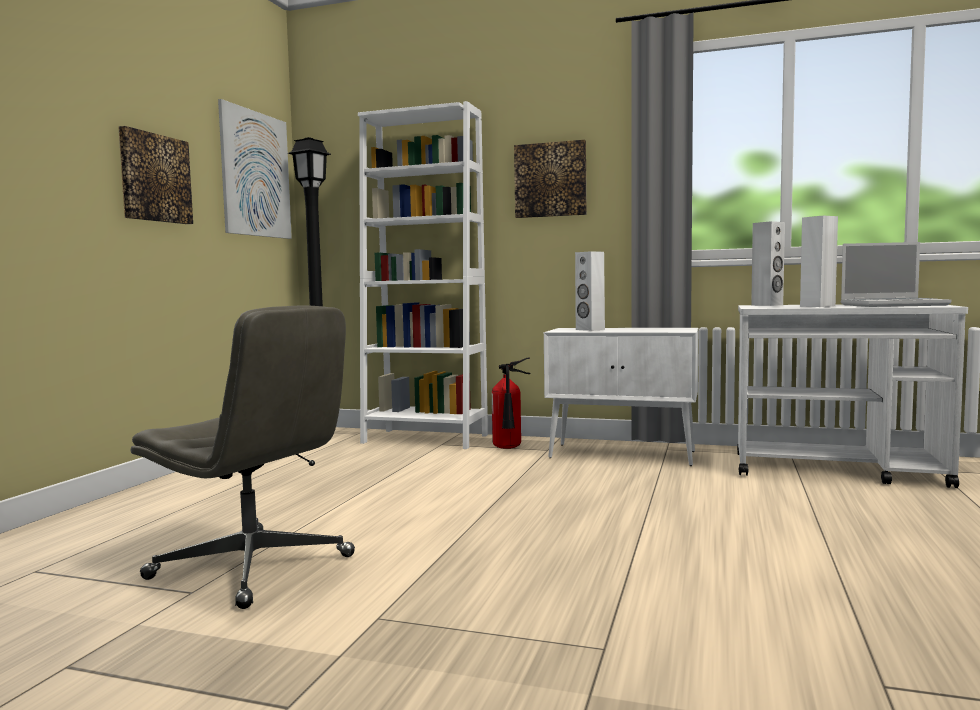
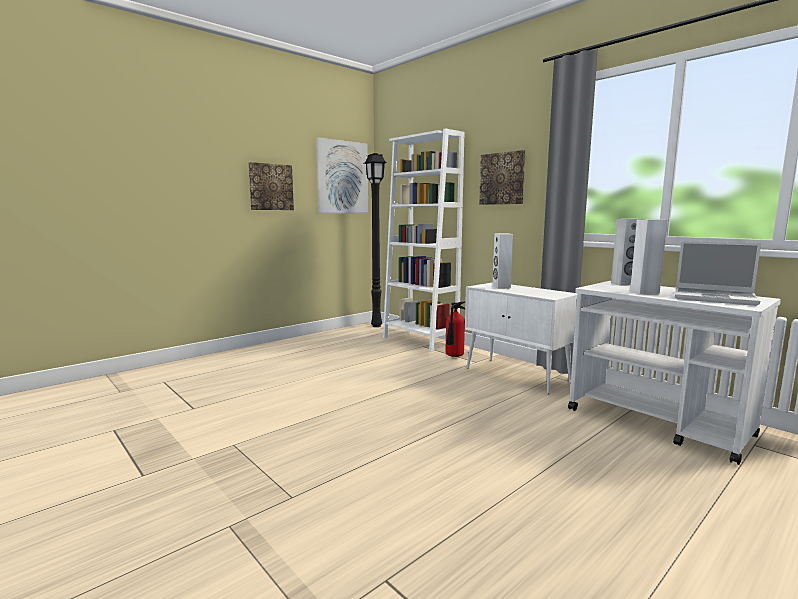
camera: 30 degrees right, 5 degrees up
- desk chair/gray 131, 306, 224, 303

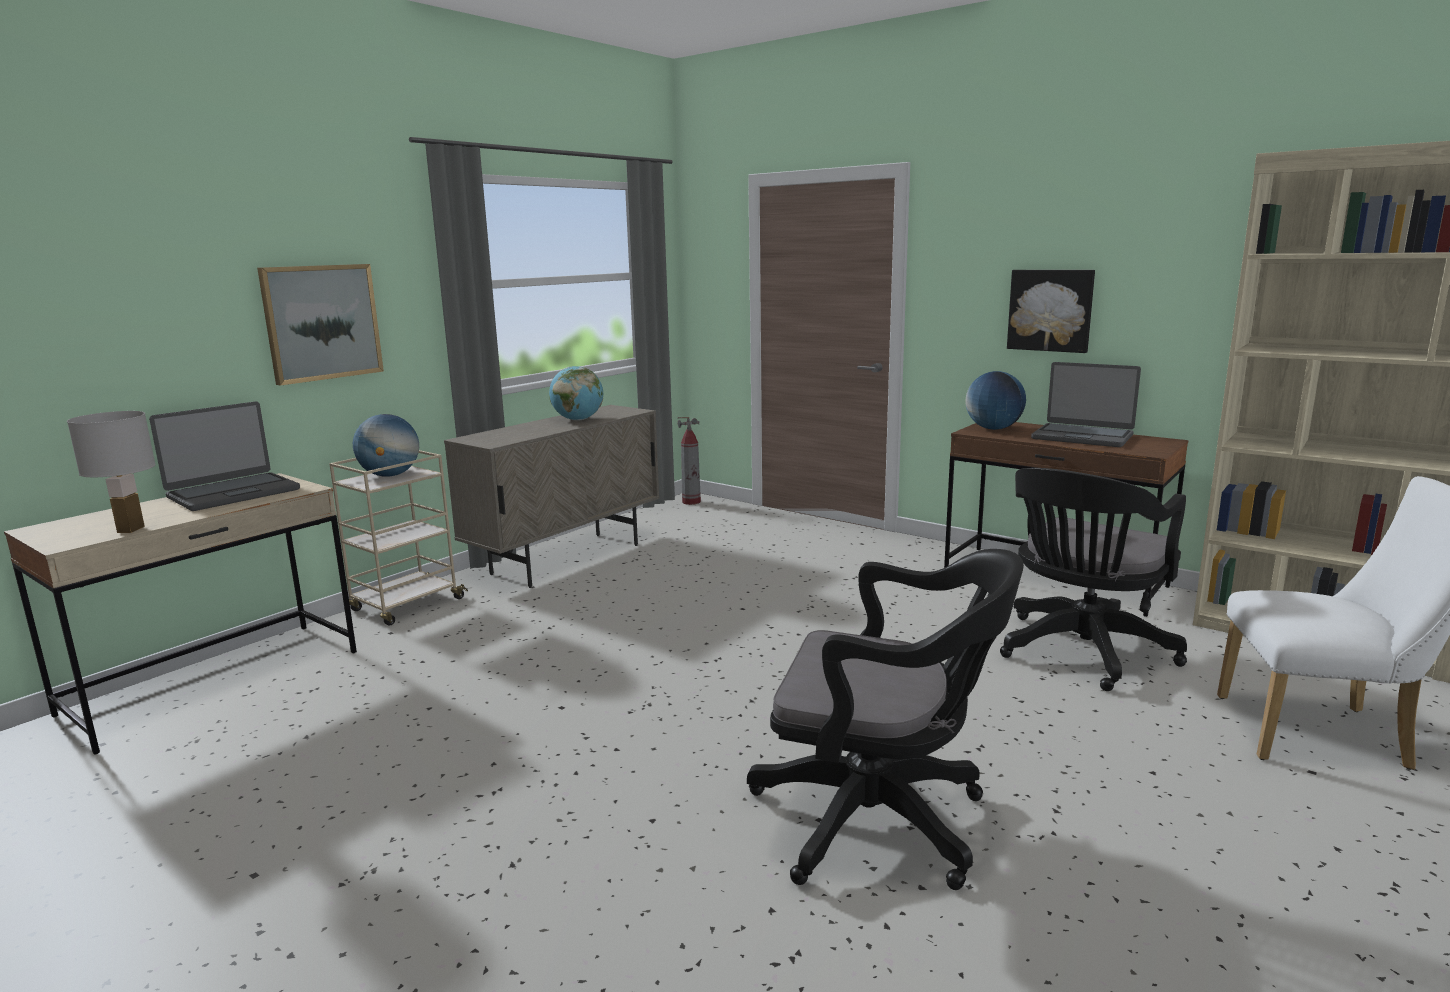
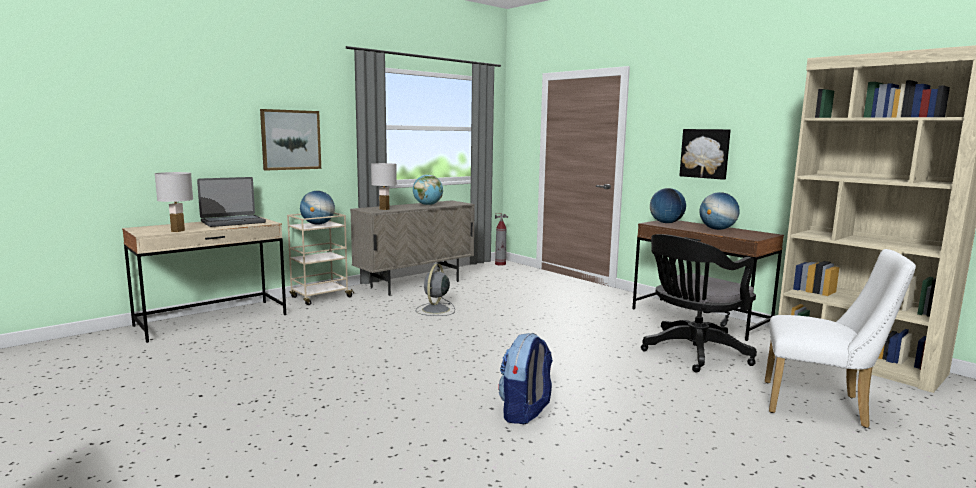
camera: 10 degrees right, 5 degrees down
+ table lamp/whitish 371, 163, 26, 47
+ electric fan/gray 416, 264, 39, 52
~ desk chair/black-coloured 747, 549, 277, 341 to rucksack 498, 333, 55, 91
~ notebook computer 1031, 362, 110, 85 to desk globe 700, 192, 40, 38

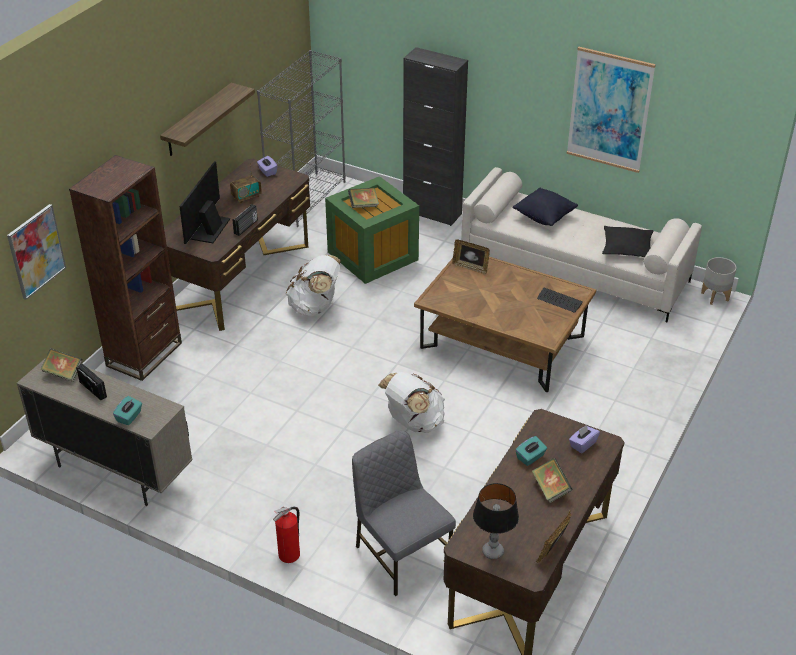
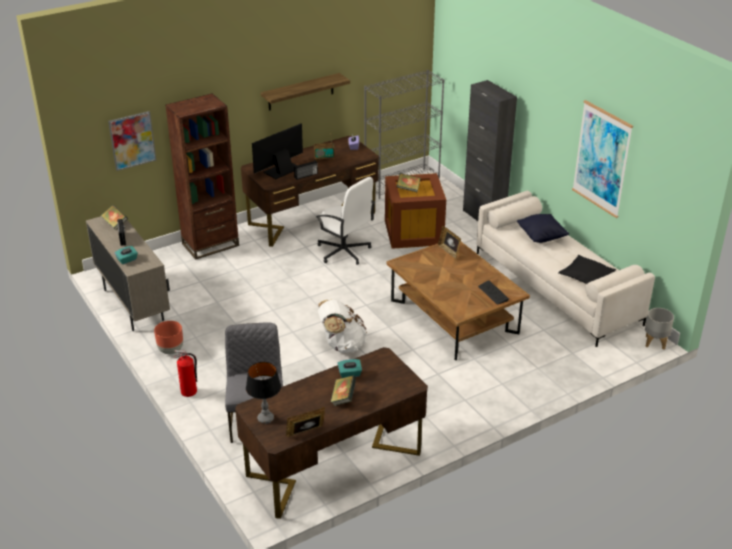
camera: 30 degrees right, 5 degrees down
+ planter/brown 154, 321, 29, 33
~ rucksack/whitish 286, 255, 55, 61 to desk chair/whitish 316, 177, 59, 88
~ storage container/greenish 325, 176, 94, 108 to storage container/brown 385, 173, 61, 76
- tissue holder/purple 569, 425, 31, 28

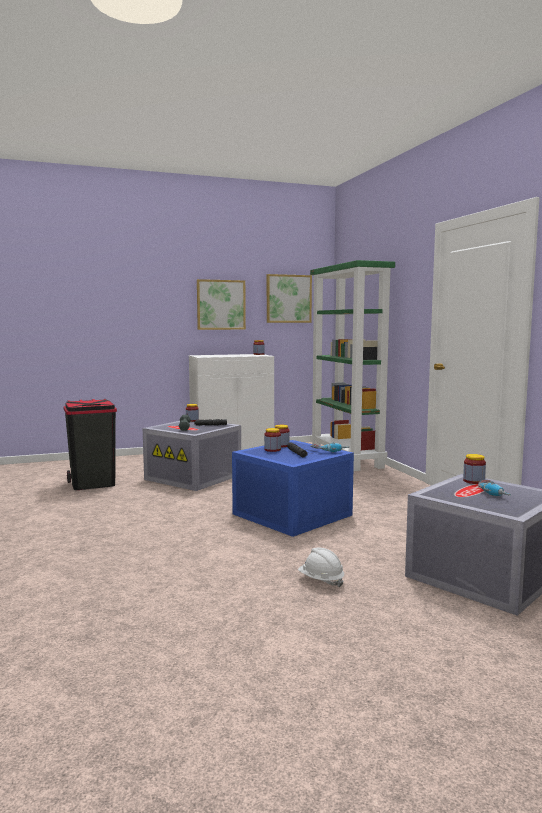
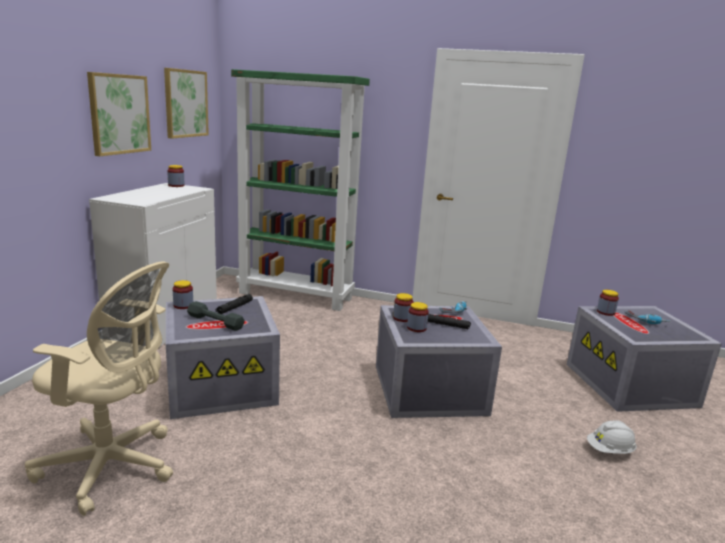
camera: 55 degrees left, 10 degrees up
~ rubbish bin/black-coloured 64, 399, 53, 91 to desk chair/beige-coloured 25, 261, 148, 255
~ storage container/bluish 232, 440, 122, 97 to storage container/gray 376, 305, 126, 113

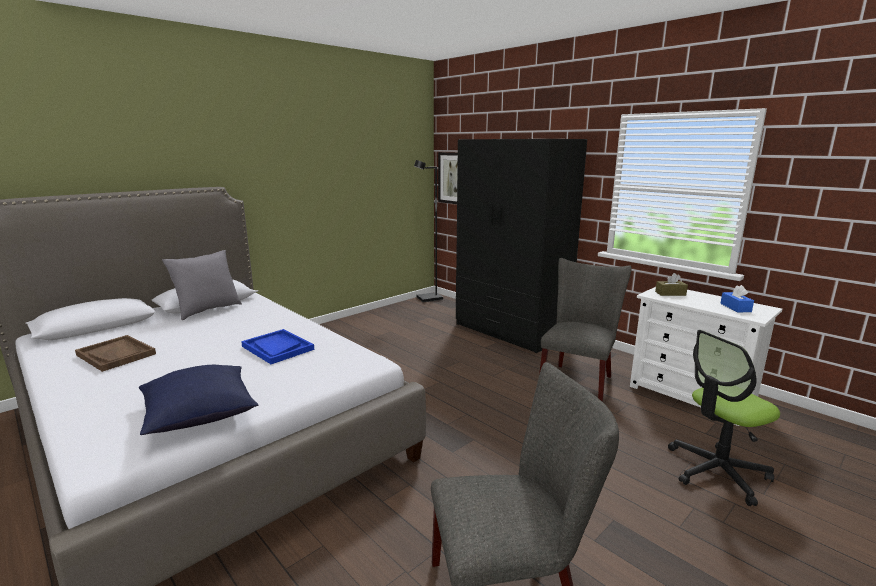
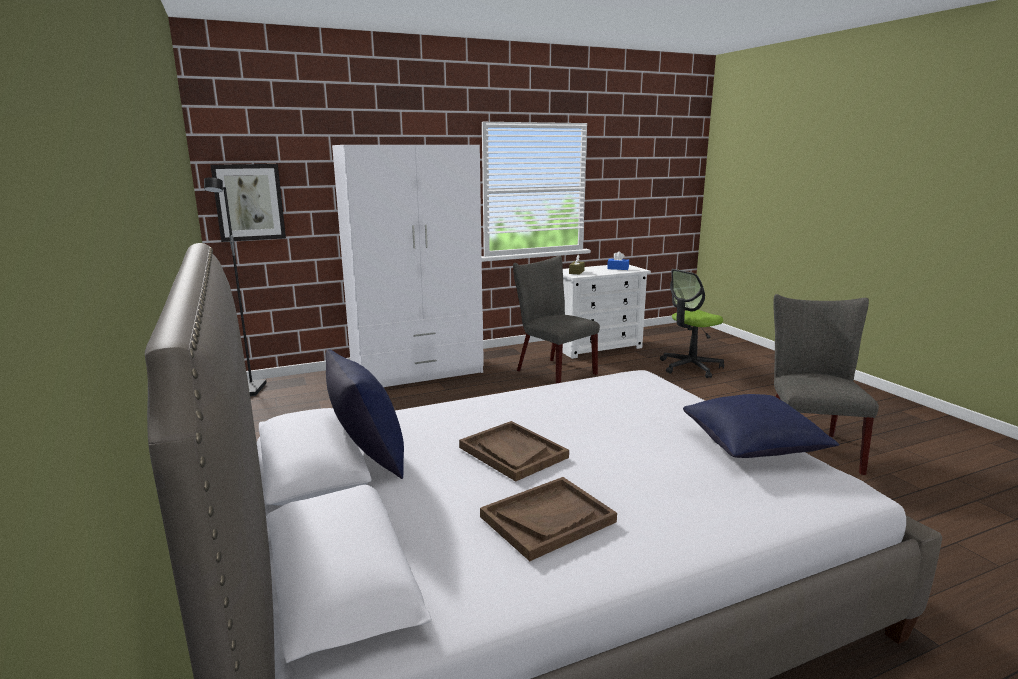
camera: 70 degrees left, 0 degrees up
~ cushion/gray 162, 250, 80, 70 to cushion/bluish 326, 349, 78, 130
~ armoire/black-coloured 456, 139, 131, 214 to armoire/whitish 332, 145, 152, 242
+ carrying tray/brown 459, 421, 110, 61
~ desk chair 668, 330, 112, 176 = 660, 269, 64, 109 60 degrees clockwise
- carrying tray/bluish 241, 329, 73, 35

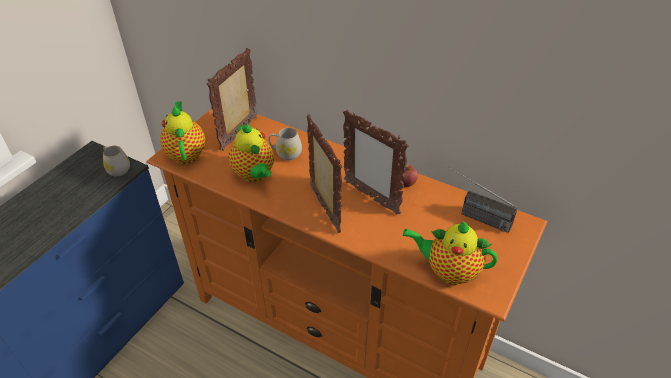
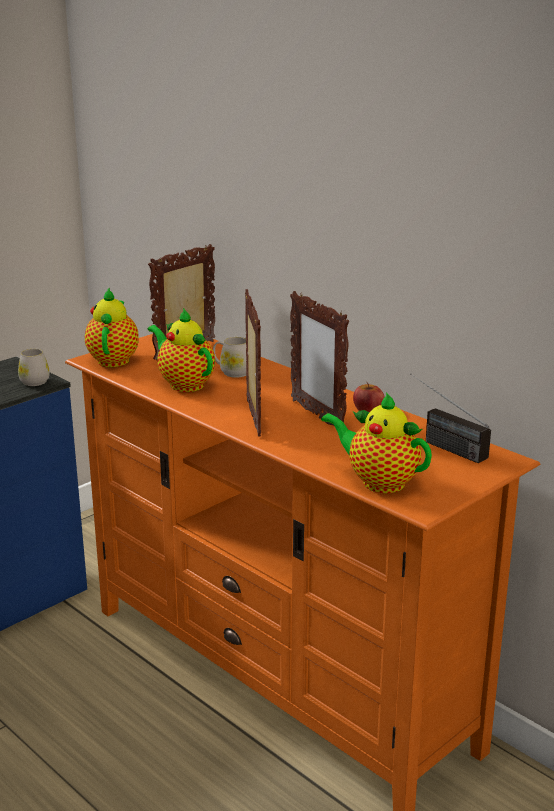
camera: 15 degrees right, 20 degrees down
~ tea pot 228, 124, 46, 58 = 148, 308, 67, 84 150 degrees clockwise

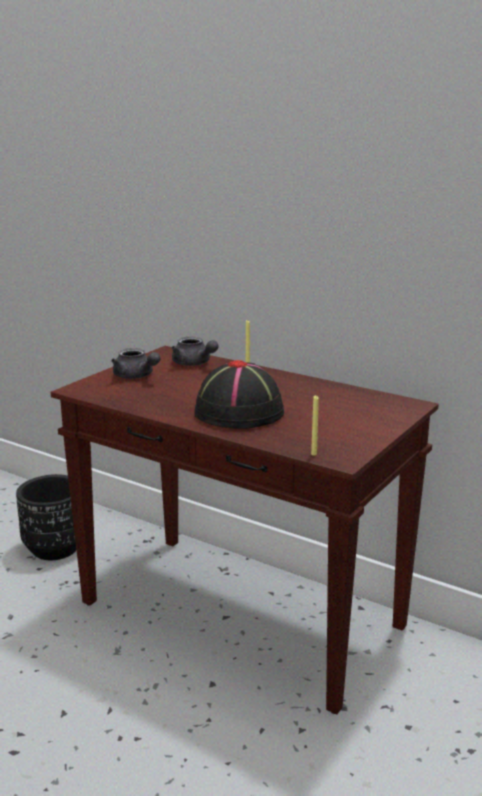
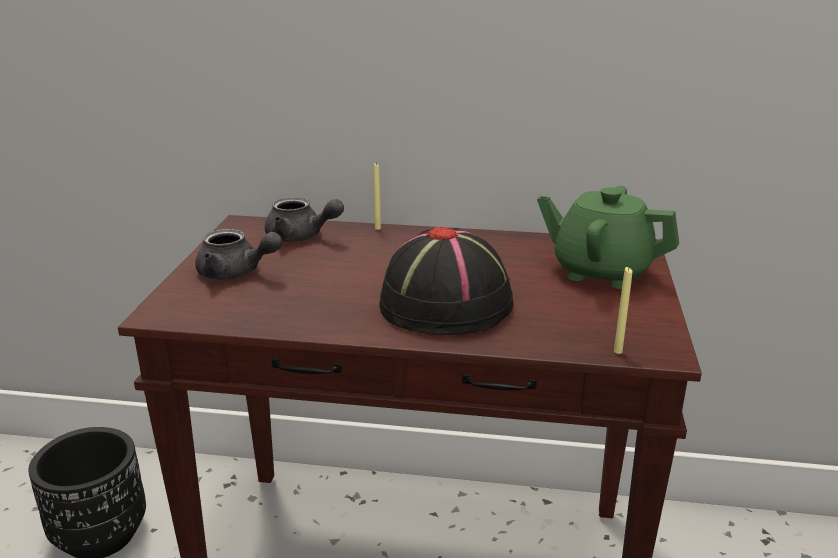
camera: 25 degrees left, 5 degrees up
+ tea pot/greenish 537, 186, 142, 103

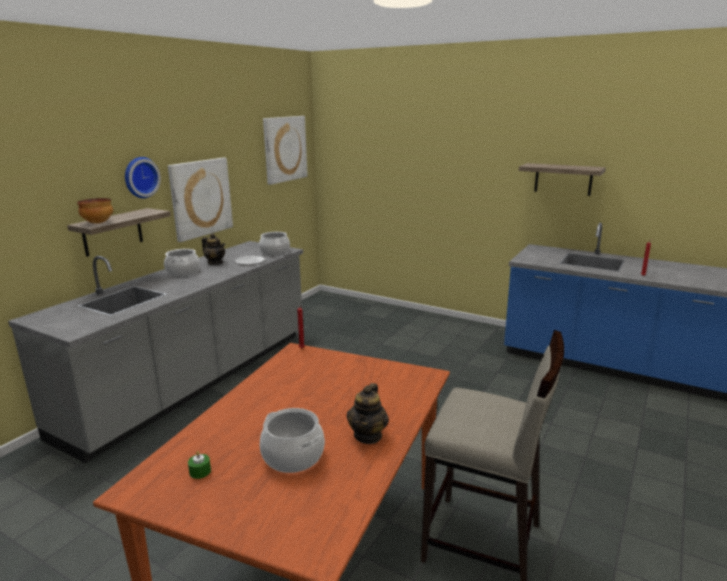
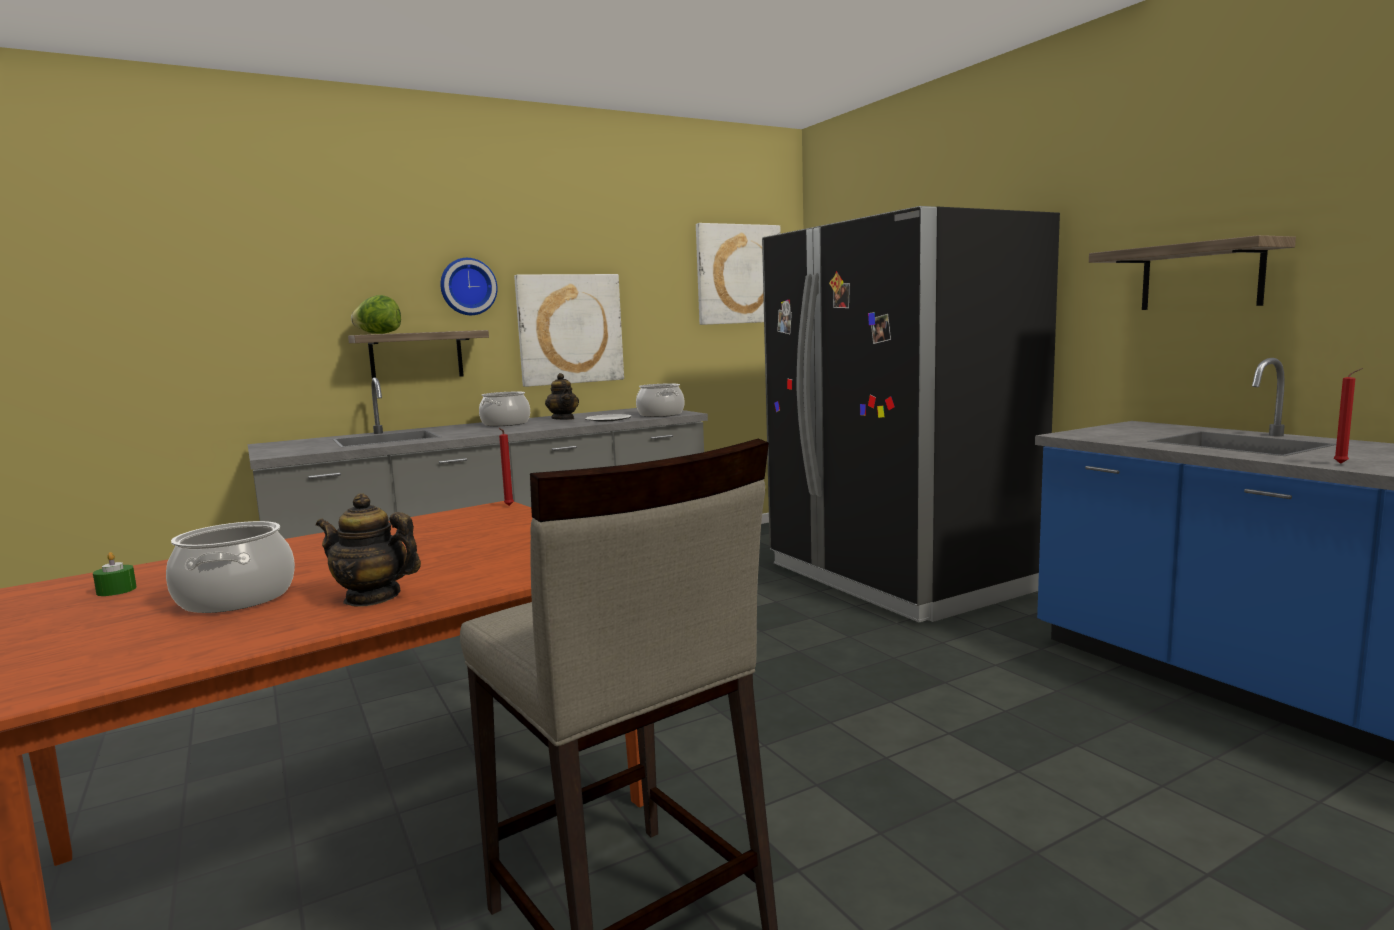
camera: 30 degrees right, 10 degrees down
~ tea pot 347, 383, 42, 61 = 316, 493, 105, 114 60 degrees clockwise
~ deep dish 77, 198, 36, 26 to lettuce 351, 295, 50, 39
+ refrigerator/black-coloured 762, 206, 298, 416

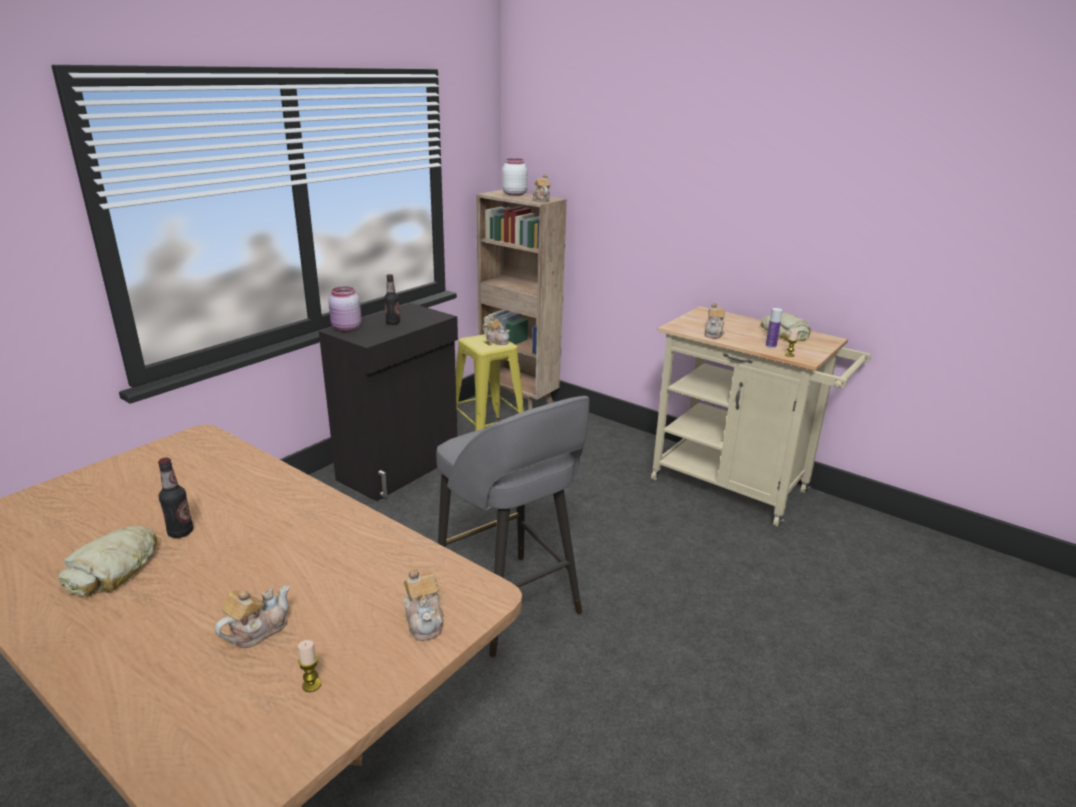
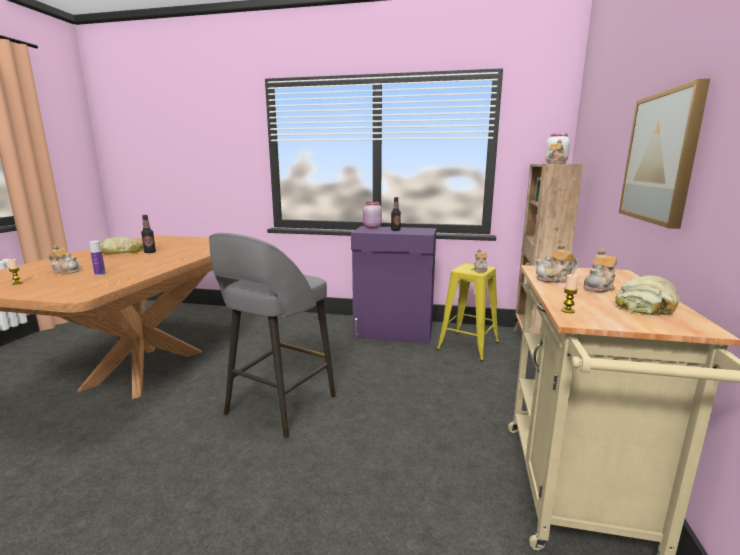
camera: 65 degrees right, 10 degrees down
~ beverage bottle 766, 308, 17, 40 to 89, 241, 17, 35
~ storage cabinet/black-coloured 319, 303, 139, 198 to storage cabinet/purple 351, 226, 85, 118
~ tea pot 403, 568, 41, 73 to 583, 248, 34, 44
+ wall picture 619, 78, 91, 151

